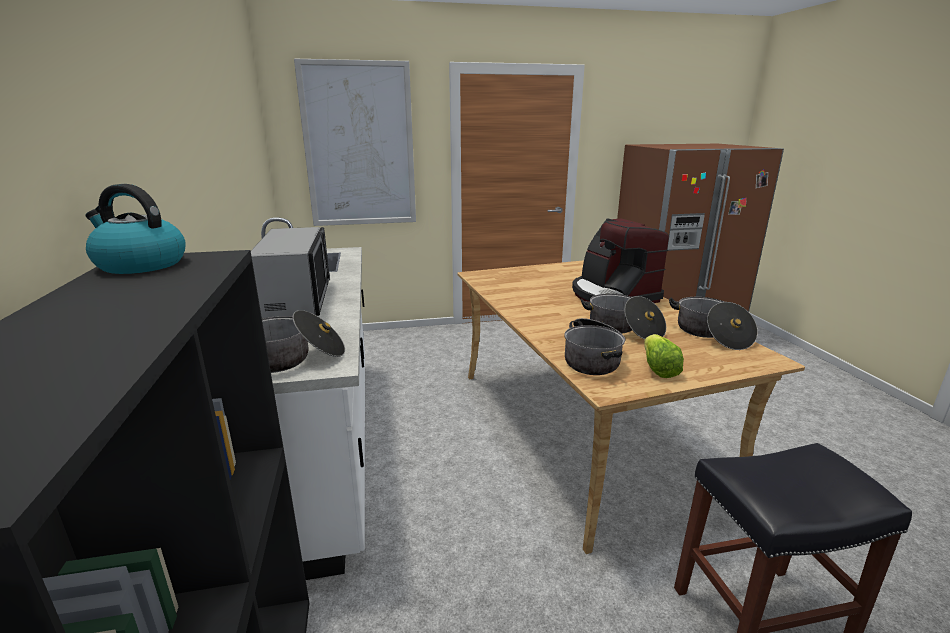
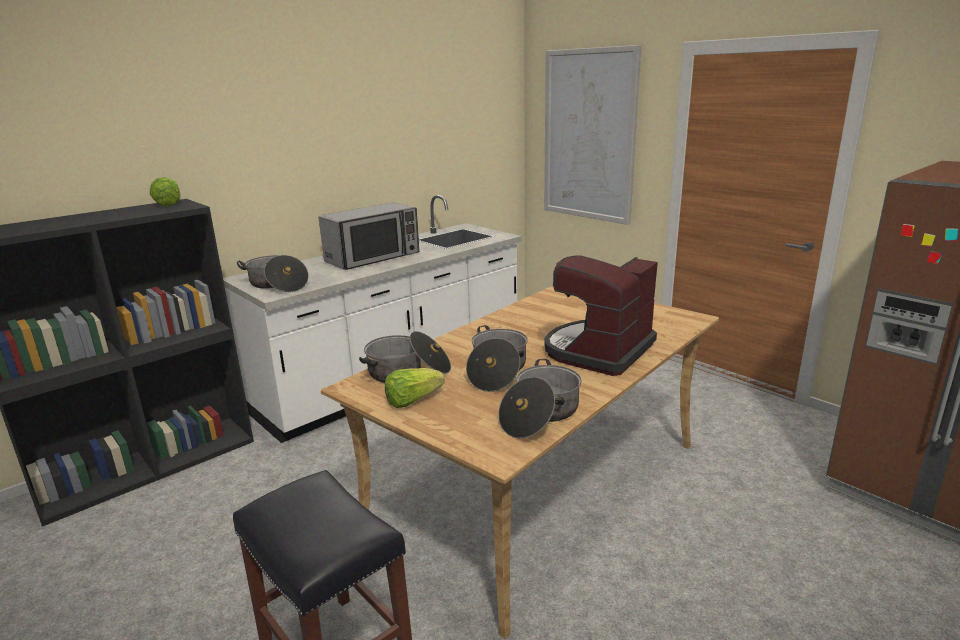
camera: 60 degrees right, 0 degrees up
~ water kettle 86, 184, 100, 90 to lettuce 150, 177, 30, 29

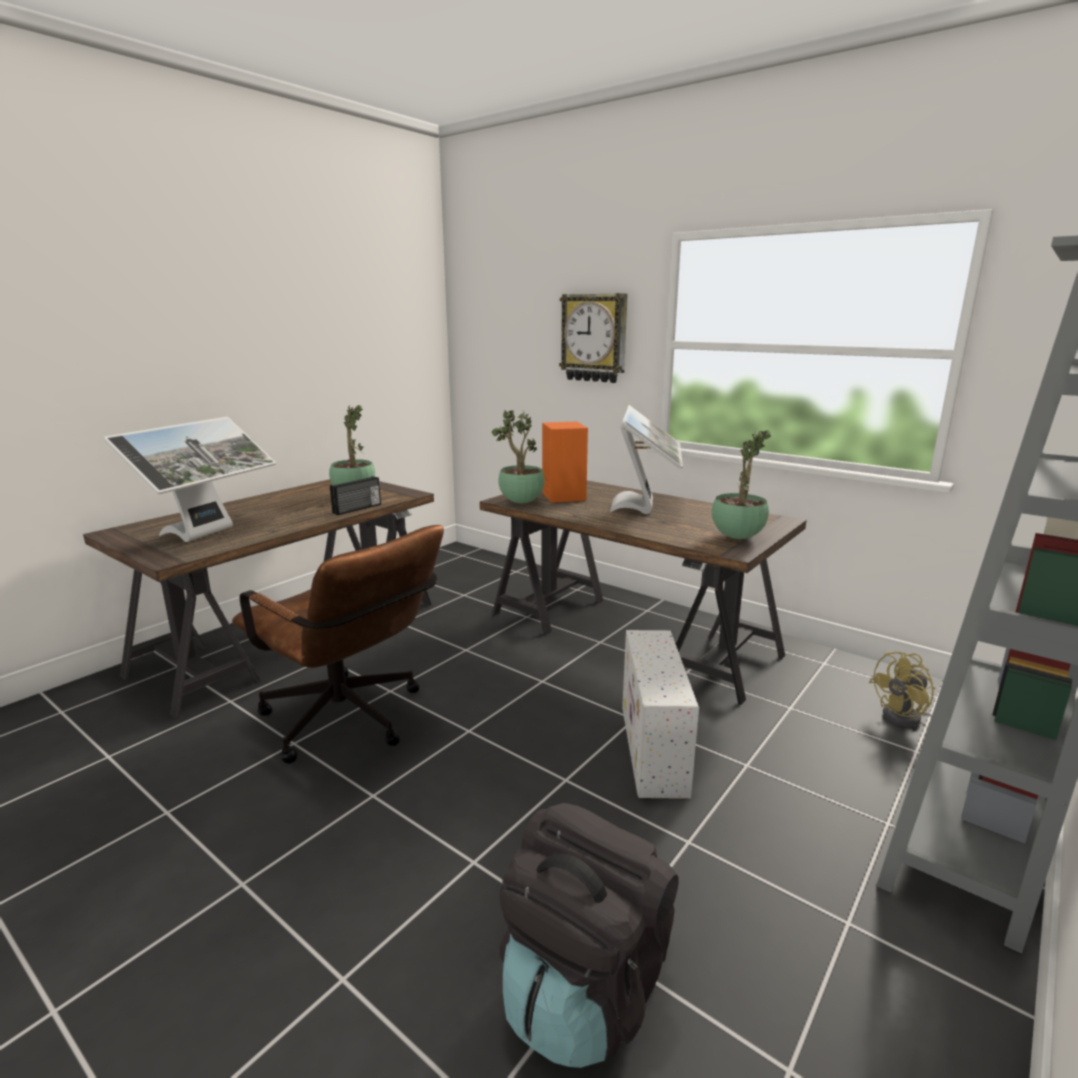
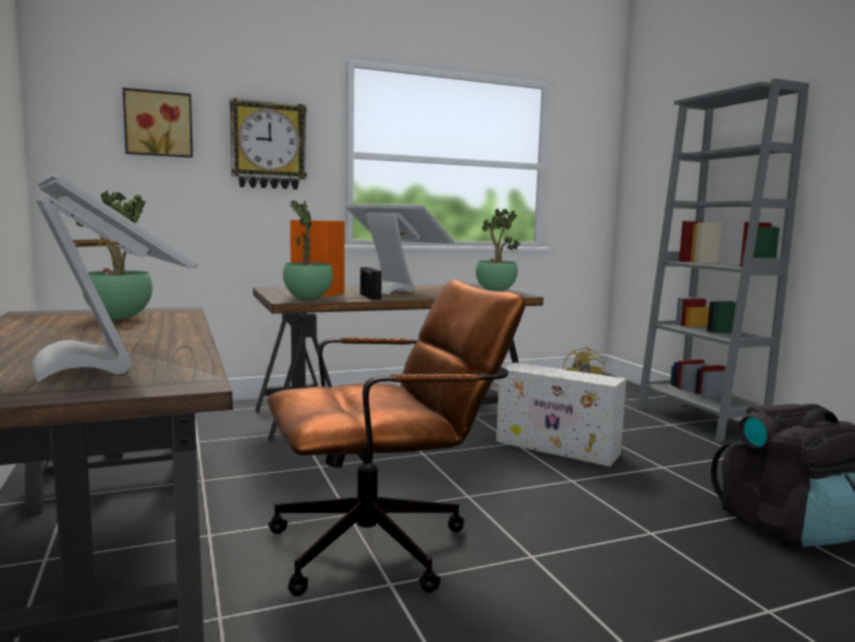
camera: 60 degrees left, 10 degrees down
+ wall picture 123, 88, 70, 70
~ radio set 330, 476, 51, 39 to 360, 267, 22, 33

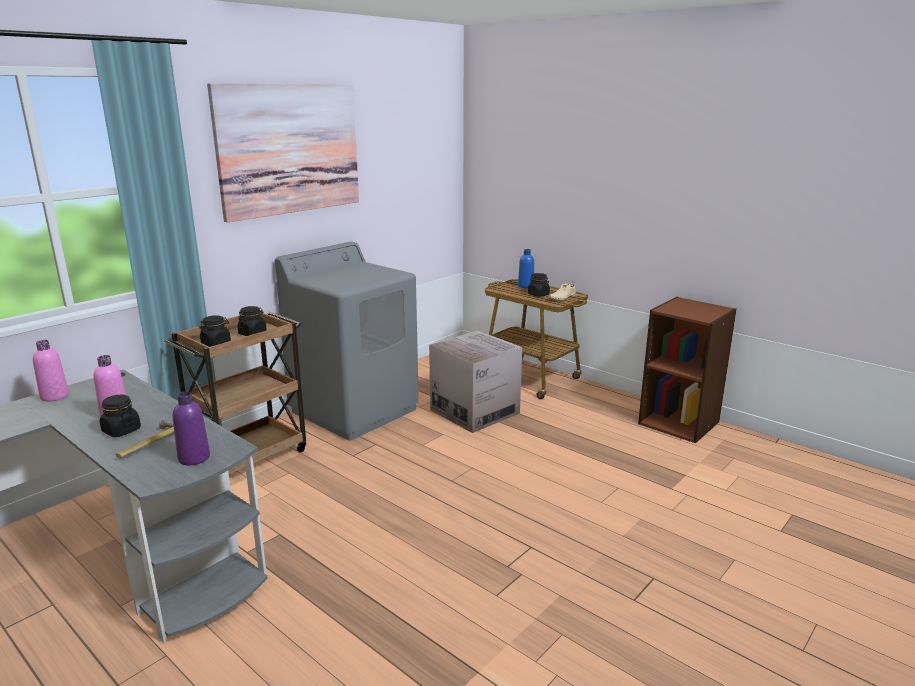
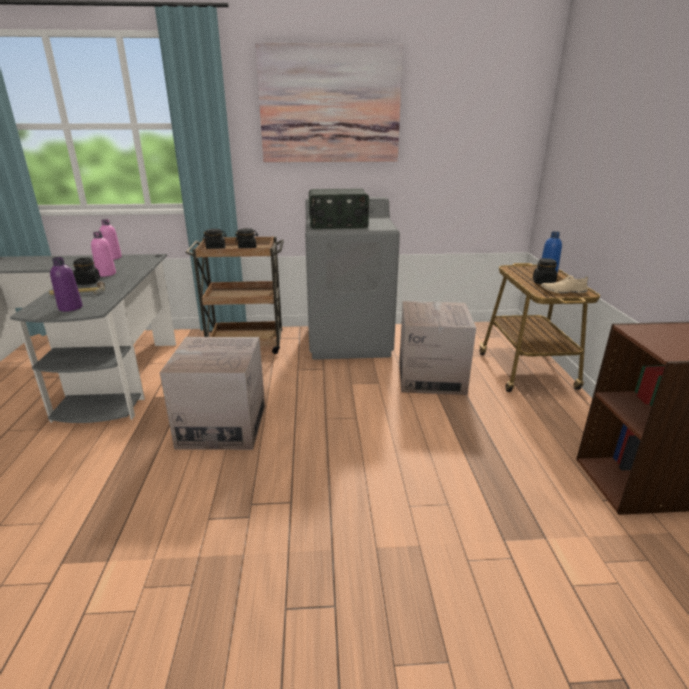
camera: 45 degrees right, 5 degrees up
+ cardboard box 160, 337, 105, 113
+ radio set 309, 189, 60, 40

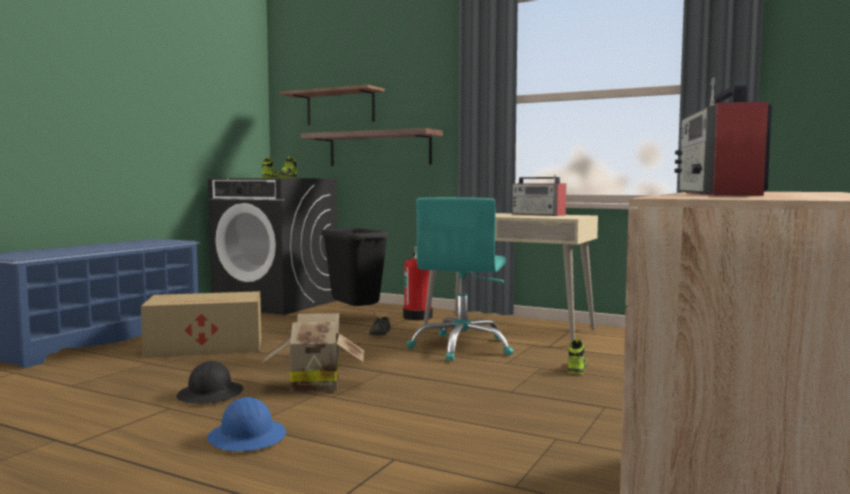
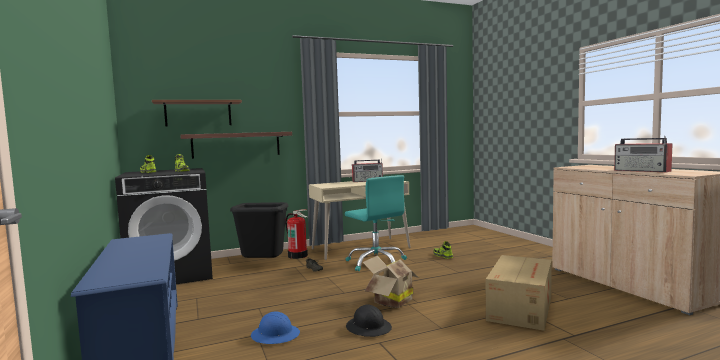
camera: 50 degrees left, 0 degrees up
~ work helmet/bluish 207, 397, 79, 54 to 251, 311, 49, 33
~ cardboard box 141, 291, 120, 67 to 486, 255, 66, 76

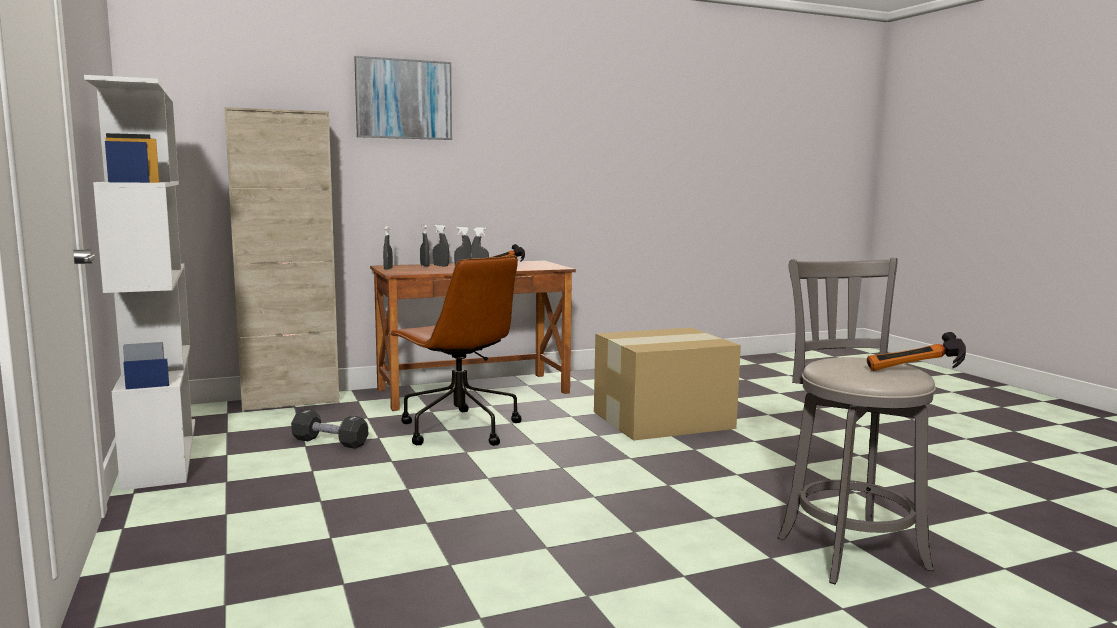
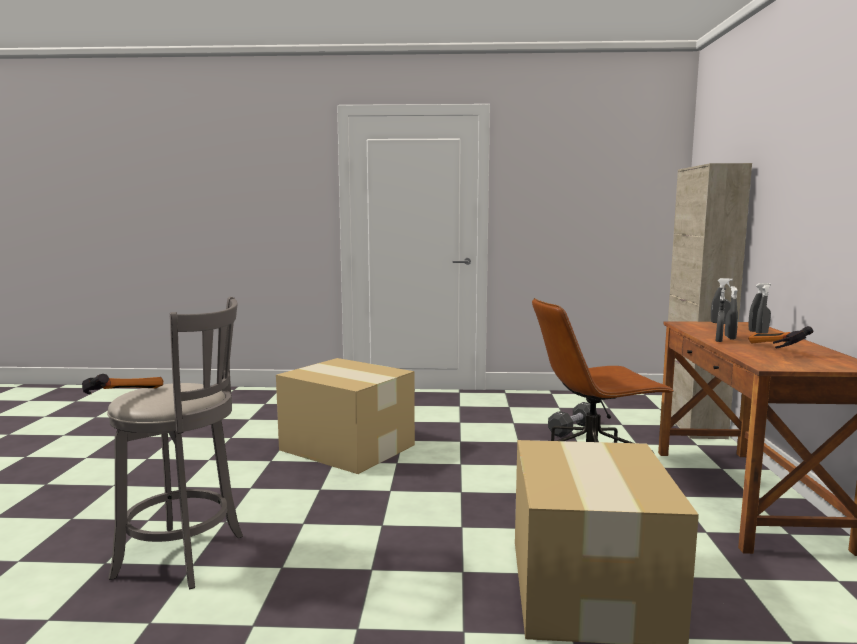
camera: 115 degrees right, 0 degrees up
+ cardboard box 276, 358, 139, 116
- bookcase/whitish 84, 75, 111, 416
- wall picture 354, 56, 98, 84

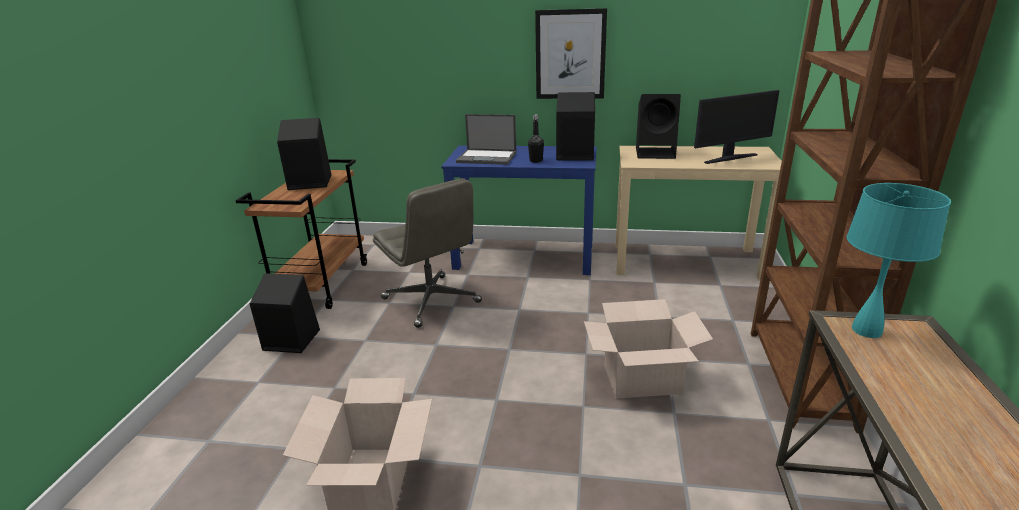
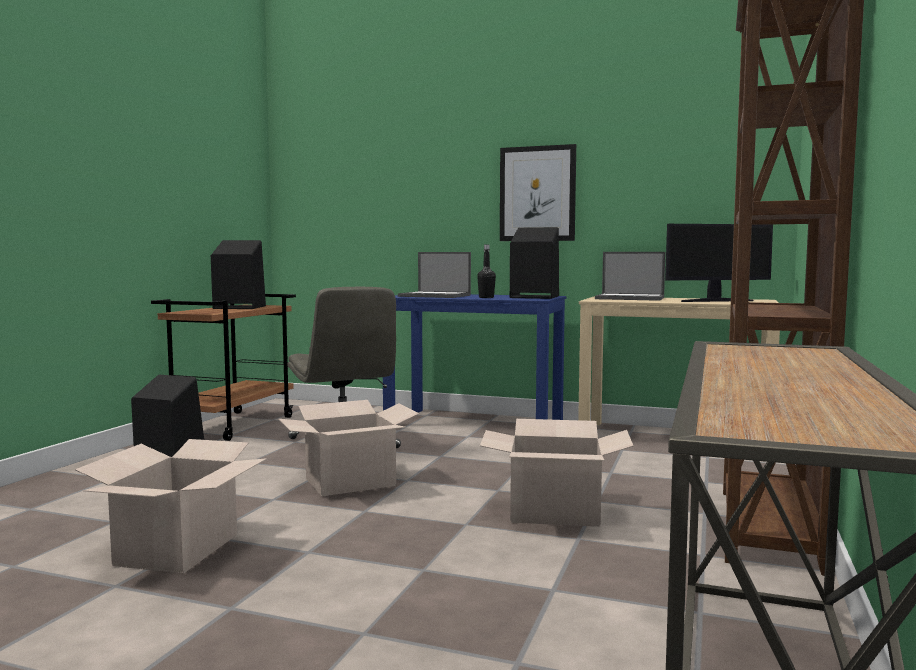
camera: 10 degrees right, 20 degrees down
+ cardboard box 279, 400, 140, 96
~ loudspeaker/black-coloured 636, 94, 45, 65 to notebook computer 595, 252, 70, 49
- table lamp/turquoise-coloured 847, 183, 104, 155

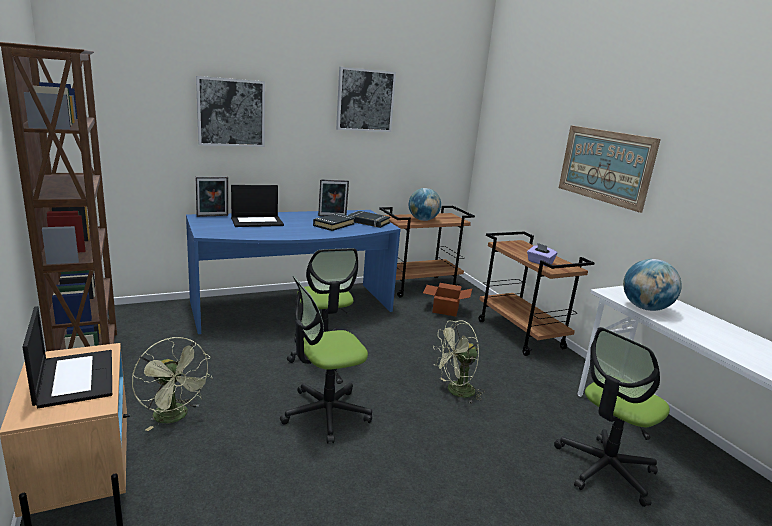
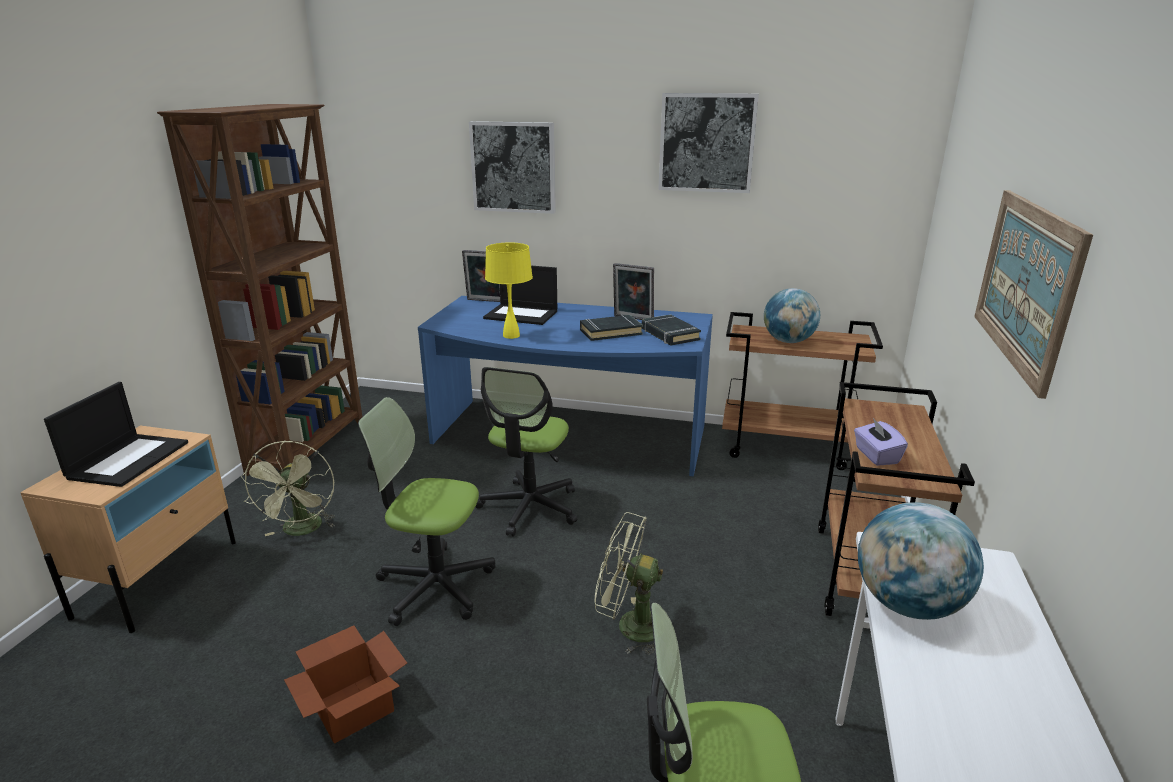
camera: 40 degrees right, 5 degrees up
~ cardboard box 423, 283, 49, 34 to 284, 625, 123, 119
+ table lamp/yellowish 485, 242, 48, 97

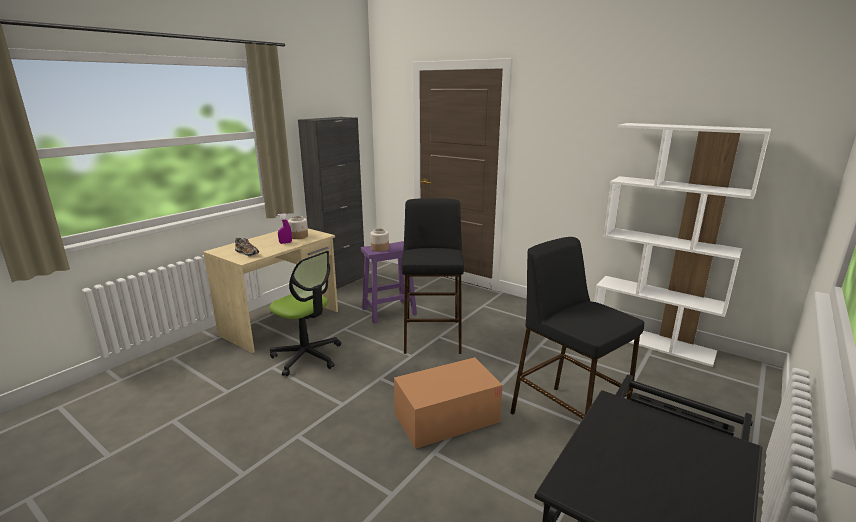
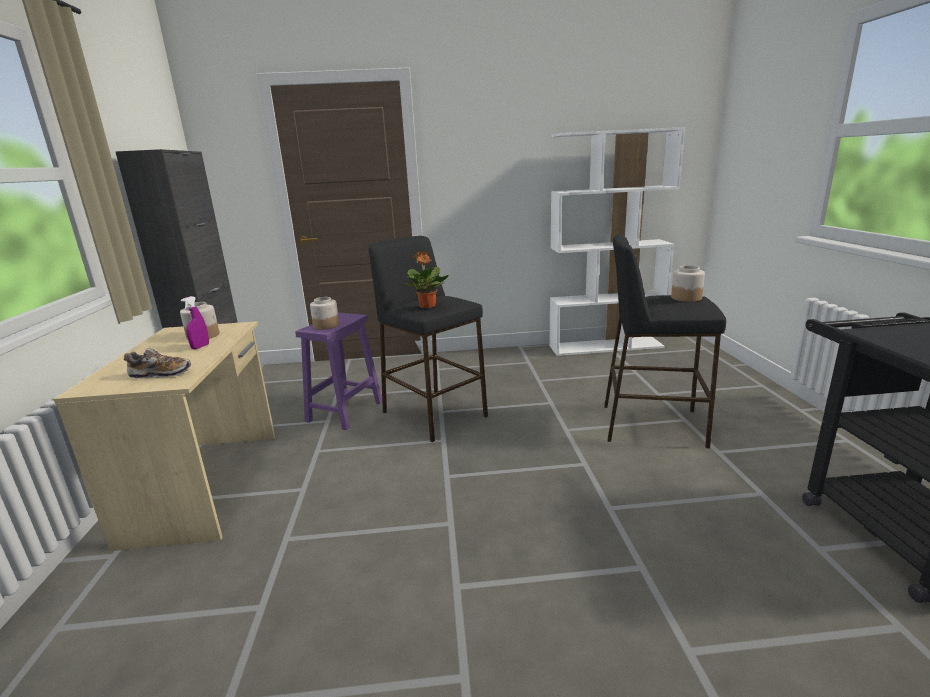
camera: 40 degrees left, 0 degrees up
+ plant in a pot 404, 251, 45, 57
+ jar 671, 265, 34, 37
- desk chair 269, 251, 72, 126
- cardboard box 394, 357, 109, 92

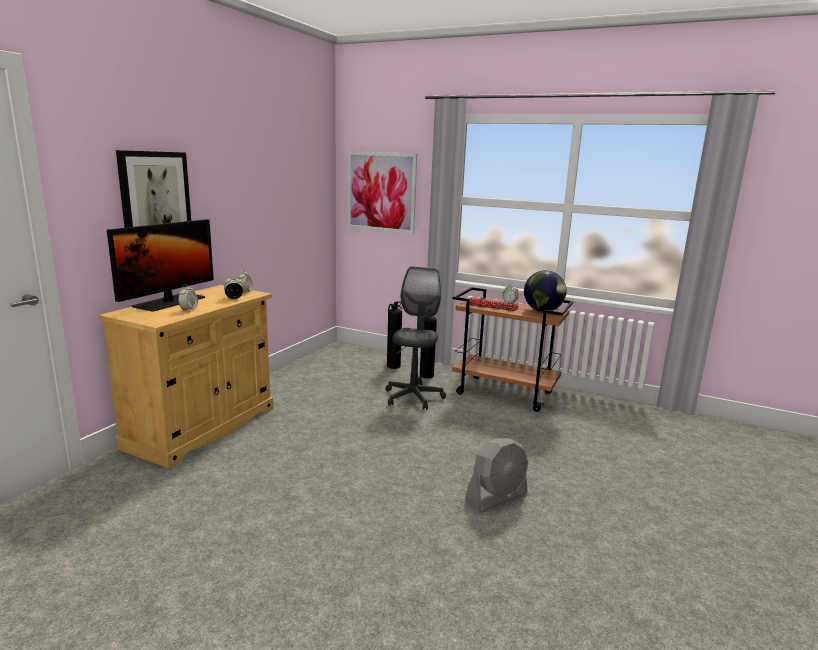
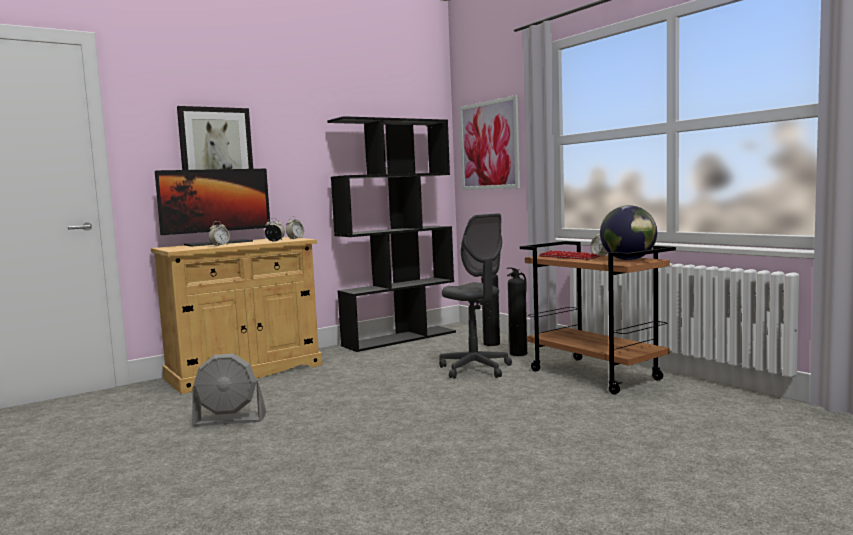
camera: 30 degrees right, 10 degrees down
~ electric fan/gray 465, 438, 63, 75 to 192, 353, 74, 73
+ bookcase/black-coloured 327, 116, 129, 236
~ desk chair/gray 385, 266, 61, 144 = 439, 213, 73, 166 105 degrees clockwise

